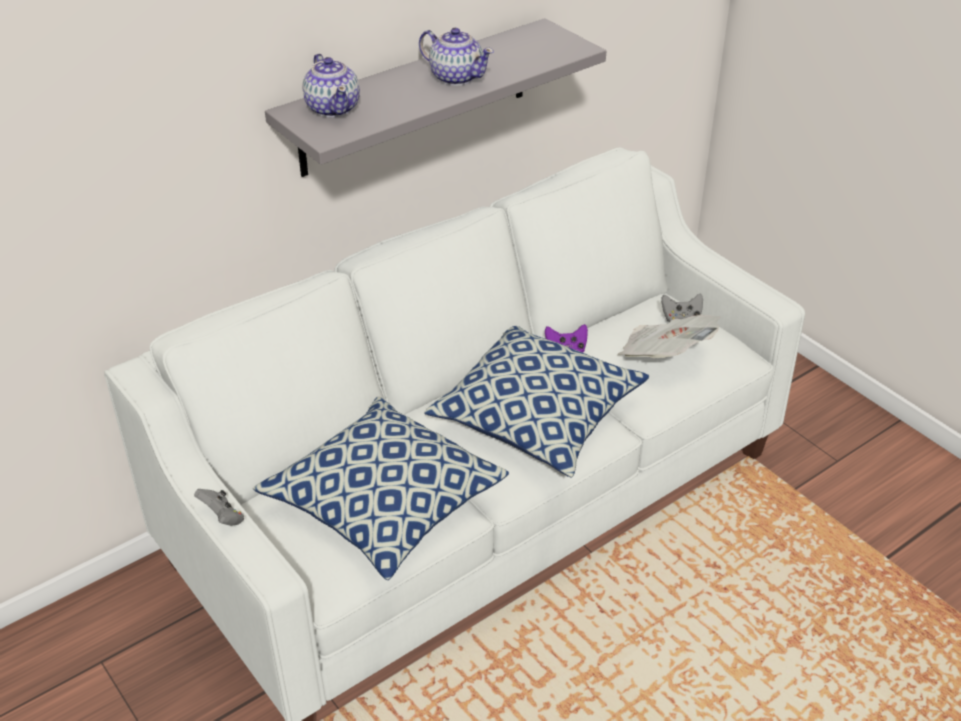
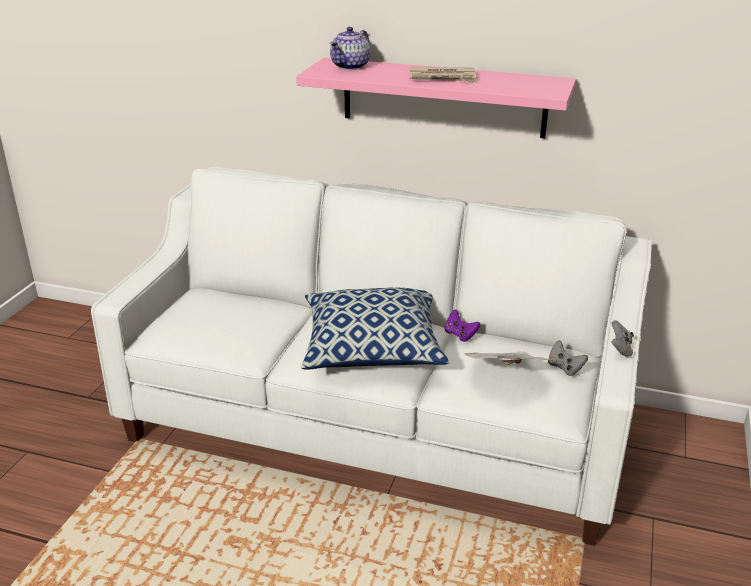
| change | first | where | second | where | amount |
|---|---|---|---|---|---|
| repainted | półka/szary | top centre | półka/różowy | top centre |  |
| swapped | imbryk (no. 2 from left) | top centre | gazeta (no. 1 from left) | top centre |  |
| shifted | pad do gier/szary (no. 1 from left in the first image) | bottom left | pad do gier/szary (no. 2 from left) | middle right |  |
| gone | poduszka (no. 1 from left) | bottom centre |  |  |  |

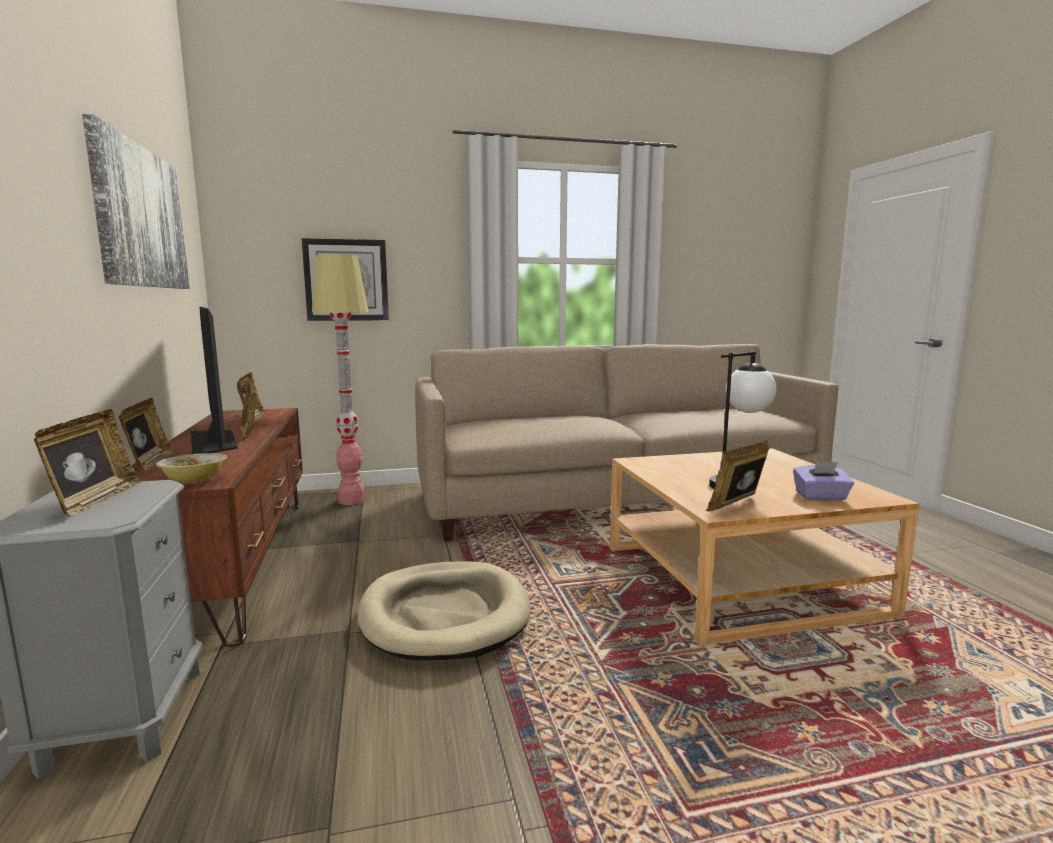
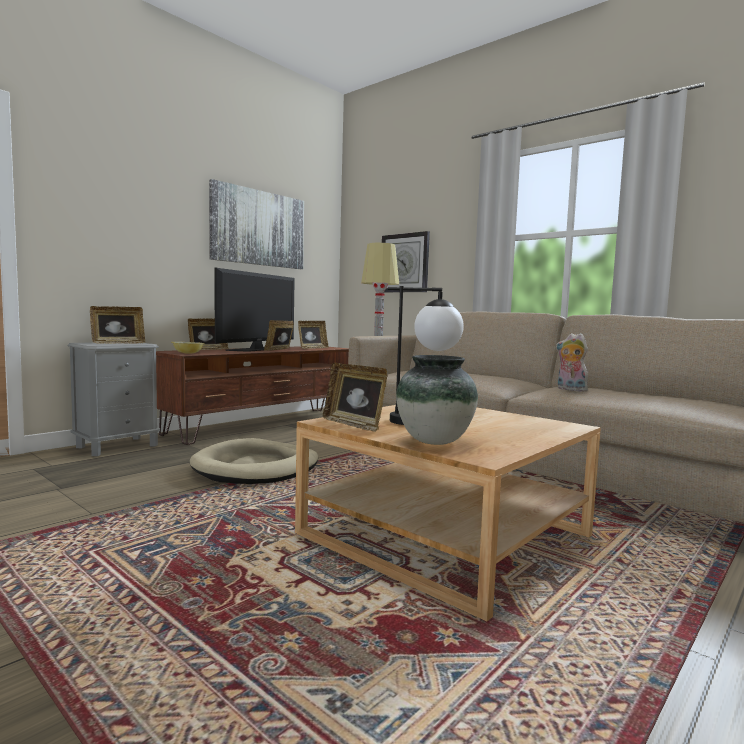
| change | first | where | second | where | amount |
|---|---|---|---|---|---|
| rotated | ramka na zdjęcie (no. 5 from left) | middle right |  | centre | 150 degrees counterclockwise |
| swapped | pudełko chusteczek/fioletowy | middle right | wazon | centre |  |
| new |  |  | pluszak | middle right |  |

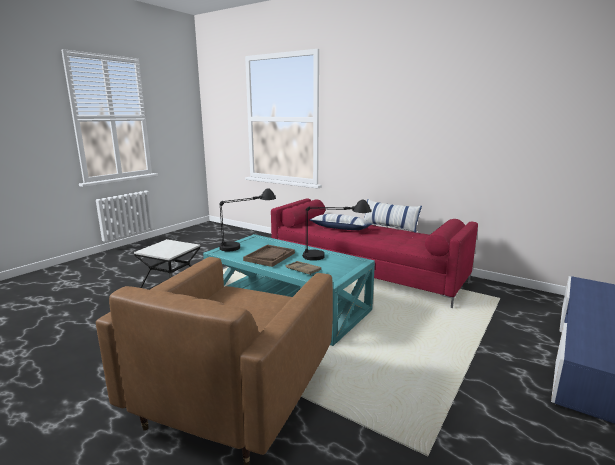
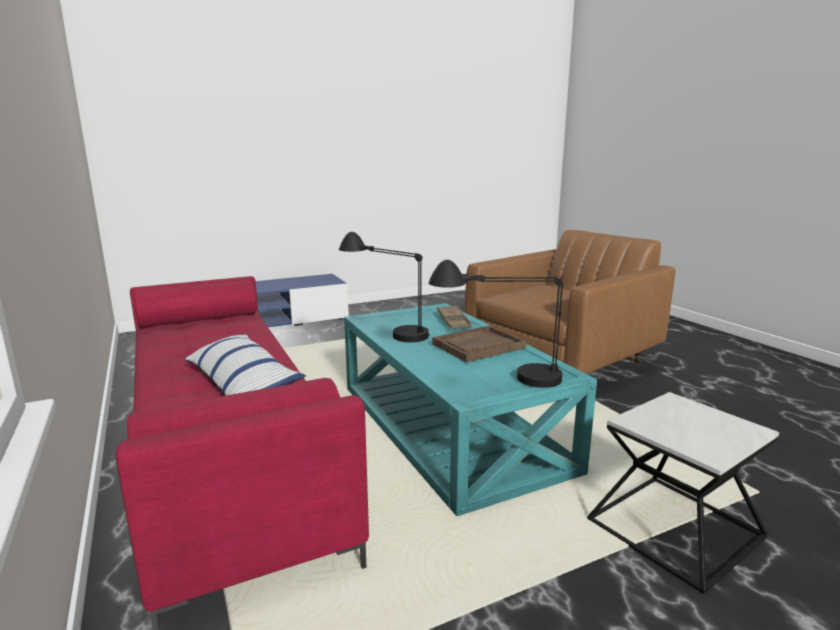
| change | first | where | second | where | amount |
|---|---|---|---|---|---|
| gone | poduszka (no. 2 from left) | centre |  |  |  |

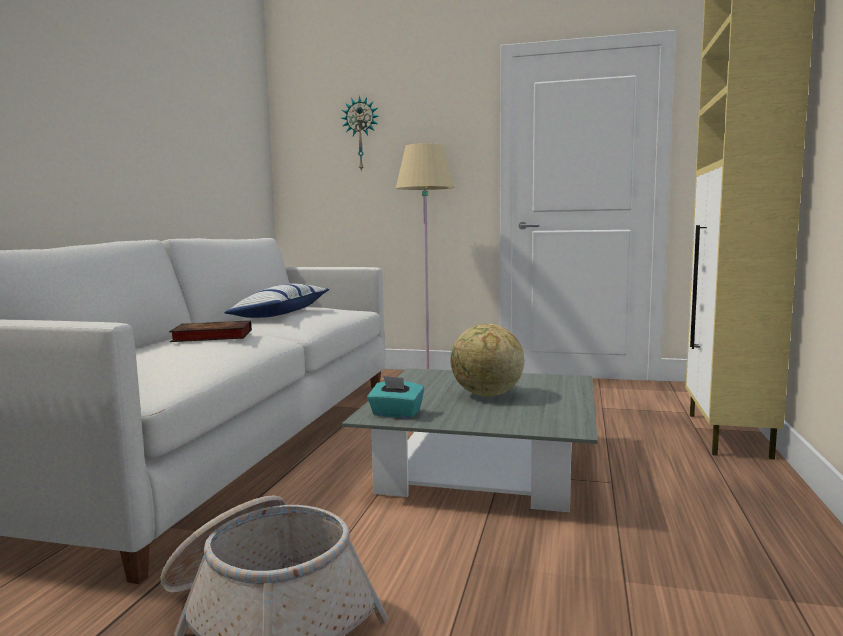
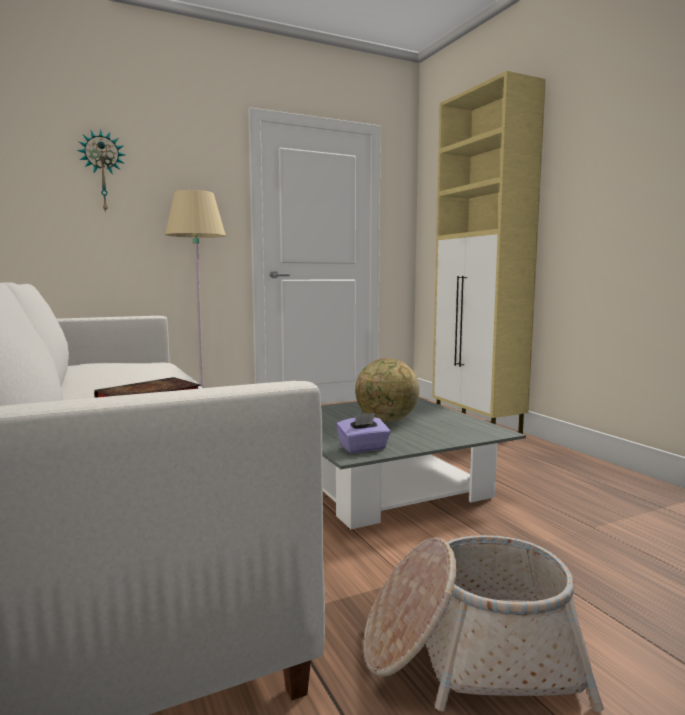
| change | first | where | second | where | amount |
|---|---|---|---|---|---|
| repainted | pudełko chusteczek/turkusowy | centre | pudełko chusteczek/fioletowy | centre |  |
| gone | poduszka | middle left |  |  |  |

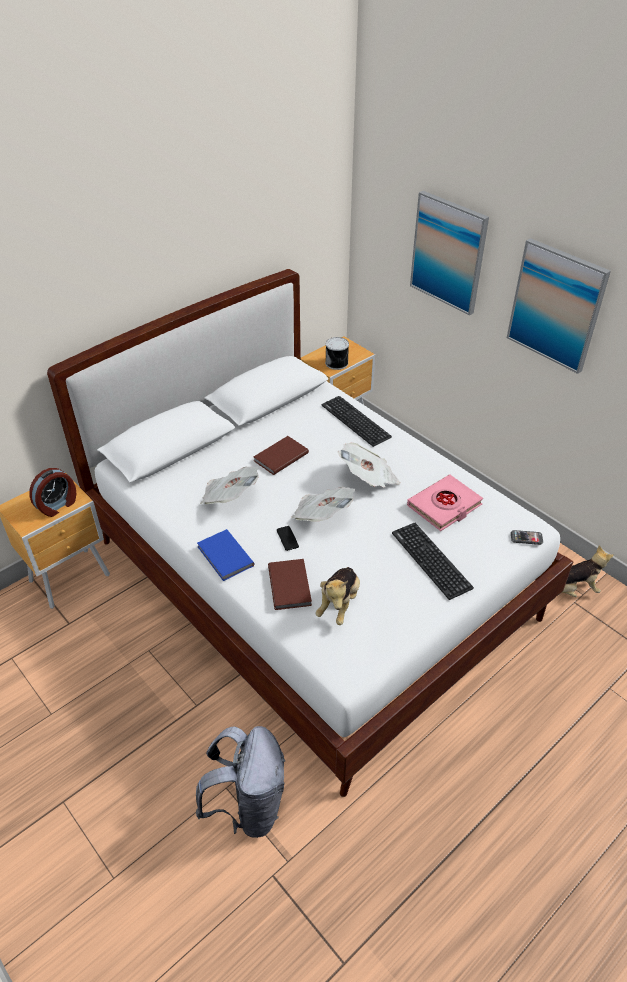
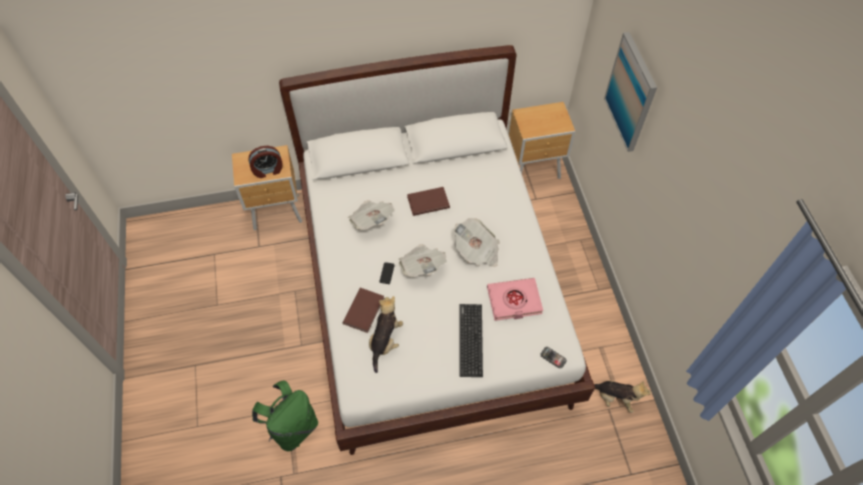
| change | first | where | second | where | amount |
|---|---|---|---|---|---|
| repainted | plecak/szary | bottom centre | plecak/zielony | bottom left |  |
| rotated | pluszak (no. 1 from left) | centre |  | bottom centre | 150 degrees clockwise |
| gone | książka/niebieski | centre |  |  |  |
| gone | klawiatura (no. 1 from left) | centre |  |  |  |
| gone | puszka | centre |  |  |  |
| gone | obraz (no. 2 from left) | top right |  |  |  |

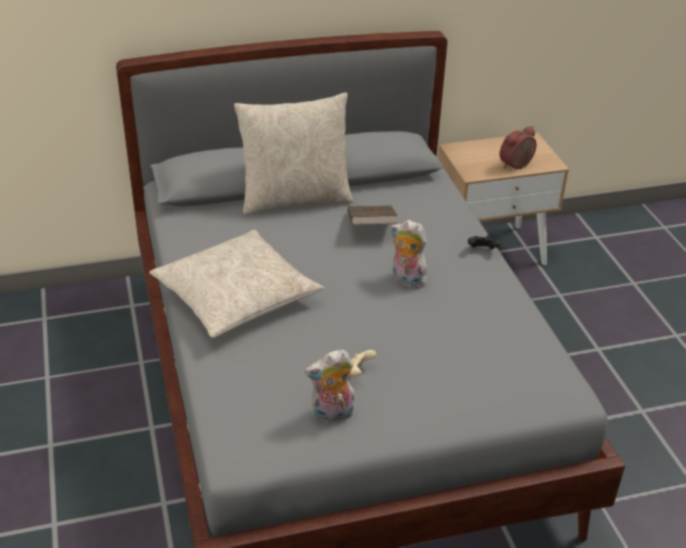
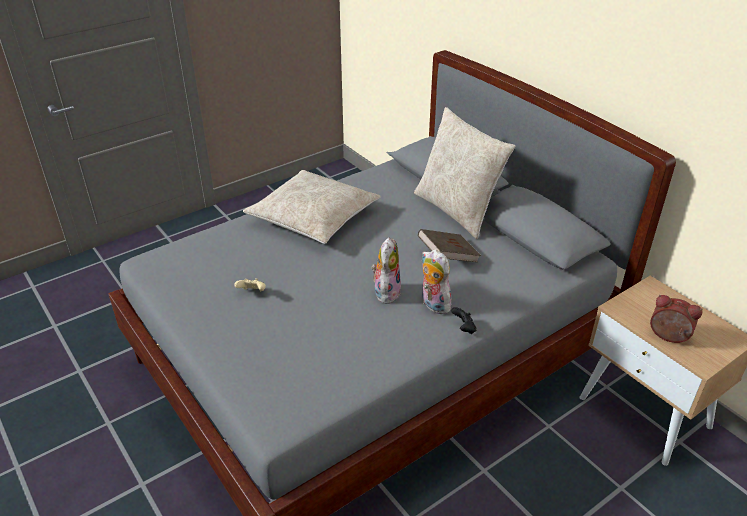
| change | first | where | second | where | amount |
|---|---|---|---|---|---|
| shifted | pluszak (no. 1 from left in the first image) | bottom centre | pluszak (no. 2 from left) | centre |  |

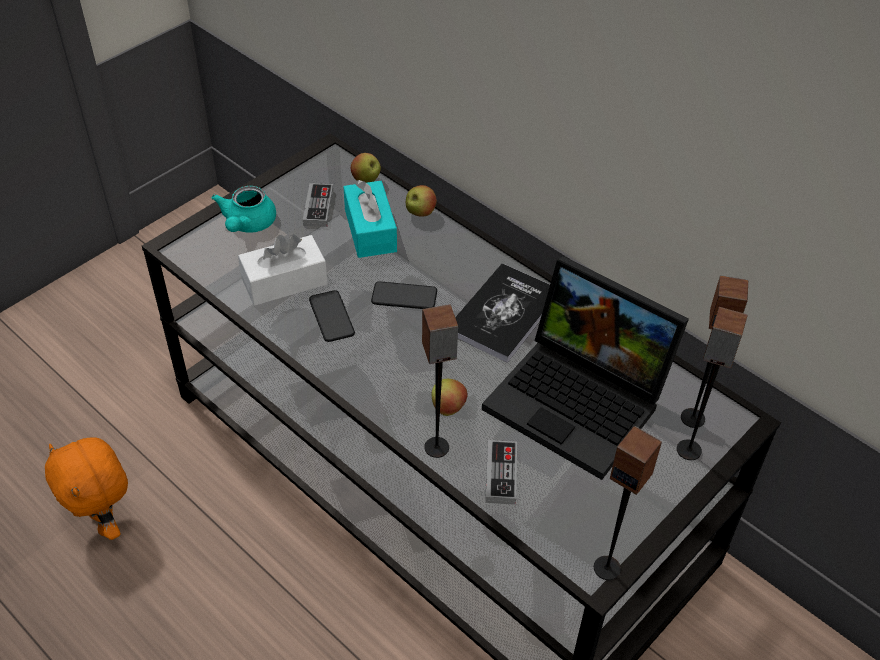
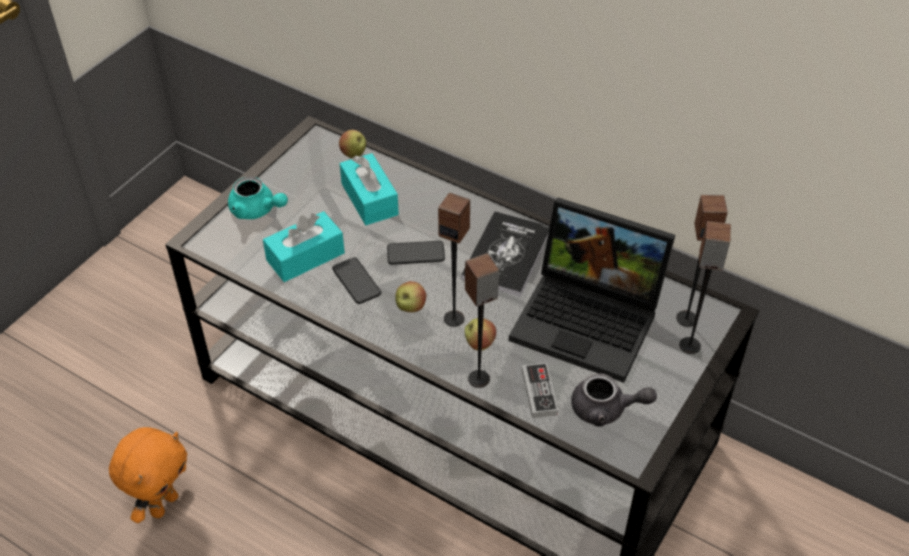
| change | first | where | second | where | amount |
|---|---|---|---|---|---|
| rotated | pluszak/pomarańczowy | bottom left |  | bottom left | 105 degrees counterclockwise |
| rotated | imbryk/turkusowy | top left |  | middle left | 60 degrees counterclockwise |
| repainted | pudełko chusteczek/biały | middle left | pudełko chusteczek/turkusowy (no. 1 from left) | centre |  |
| shifted | jabłko (no. 2 from left) | top centre |  | centre |  |
| shifted | głośnik (no. 2 from left in the first image) | bottom right | głośnik (no. 1 from left) | centre |  |
| new |  |  | imbryk/szary | bottom right |  |
| gone | pad do gier (no. 1 from left) | top centre |  |  |  |

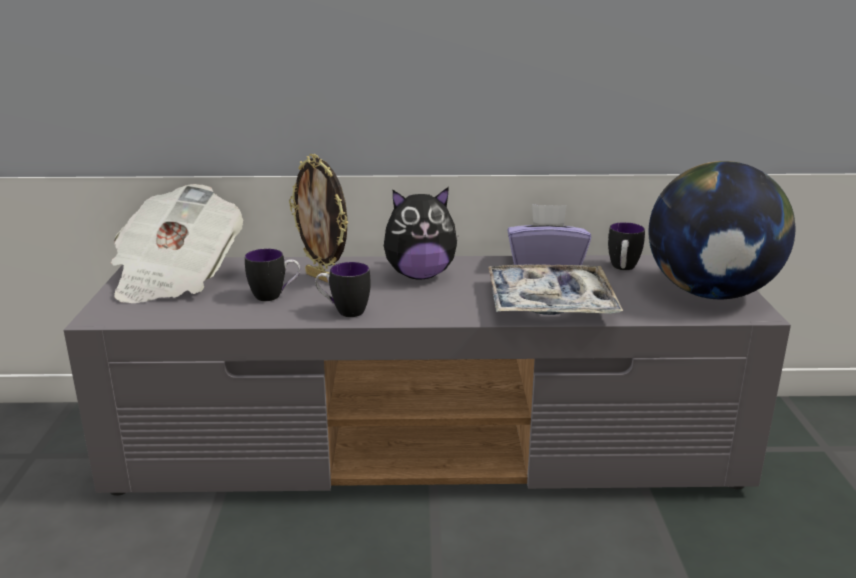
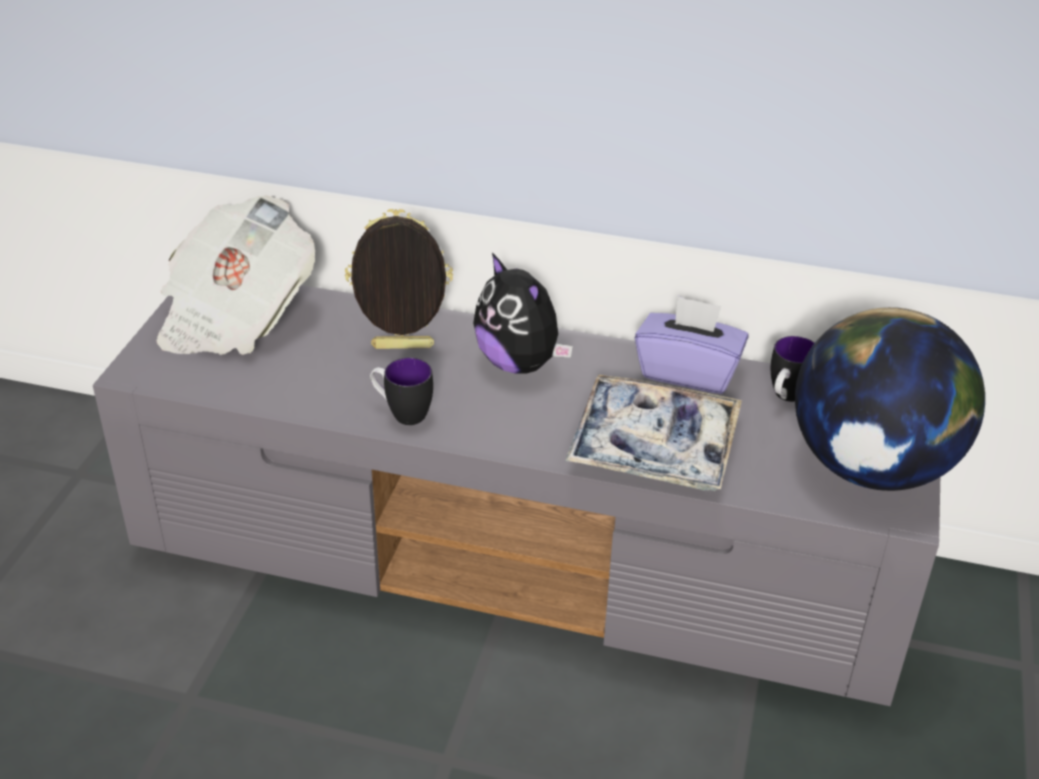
| change | first | where | second | where | amount |
|---|---|---|---|---|---|
| rotated | ramka na zdjęcie | centre |  | centre | 120 degrees clockwise |
| rotated | pluszak | centre |  | centre | 45 degrees clockwise |
| gone | kubek (no. 1 from left) | middle left |  |  |  |

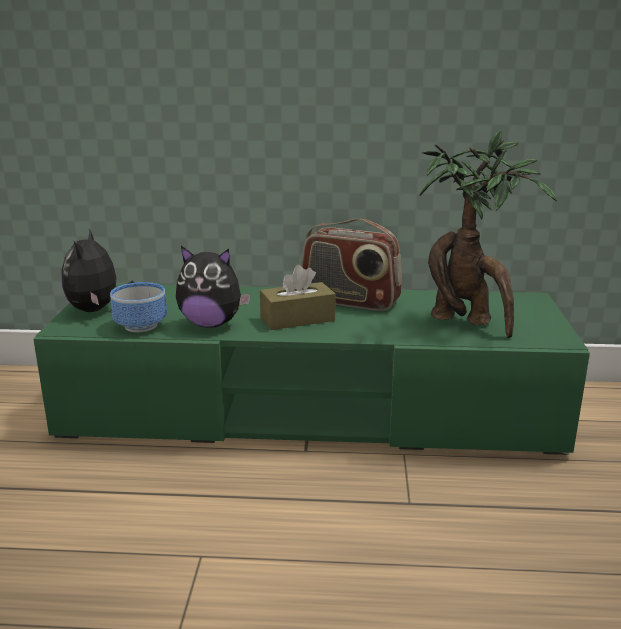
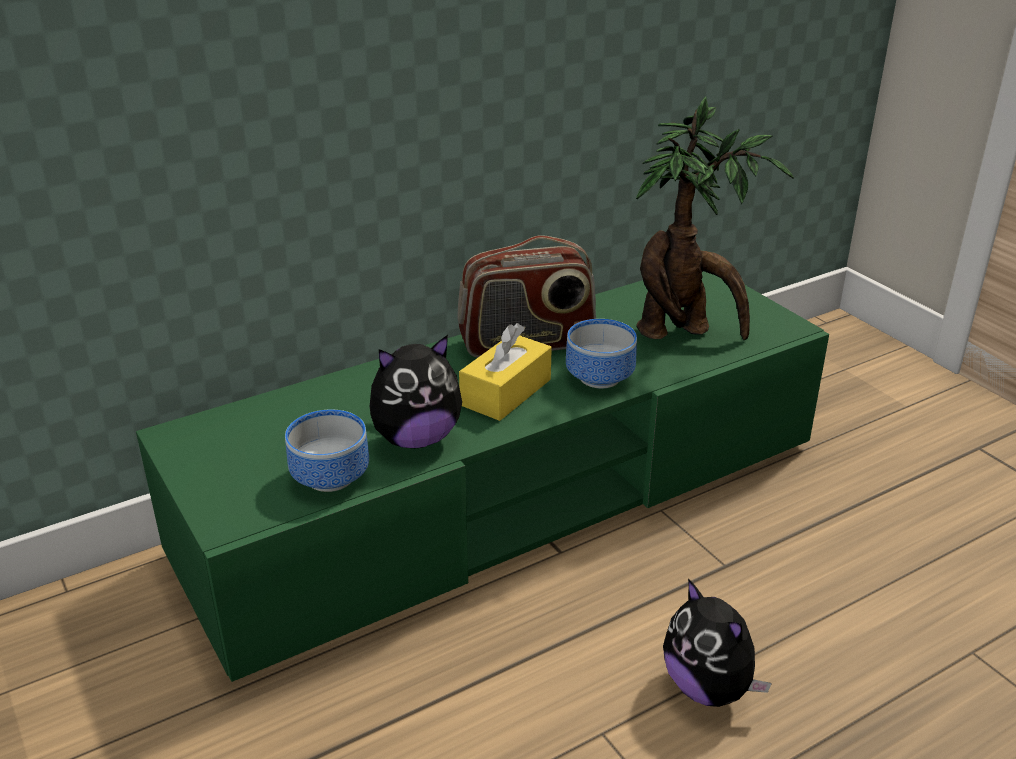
| change | first | where | second | where | amount |
|---|---|---|---|---|---|
| repainted | pudełko chusteczek/brązowy | centre | pudełko chusteczek/żółty | centre |  |
| new |  |  | miska (no. 2 from left) | centre |  |
| shifted | pluszak (no. 1 from left in the first image) | middle left | pluszak (no. 2 from left) | bottom right |  |

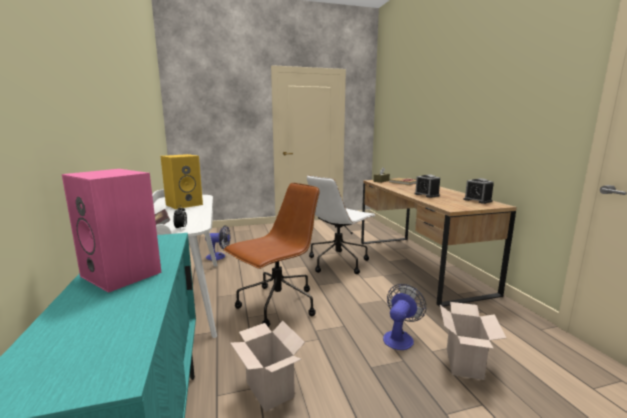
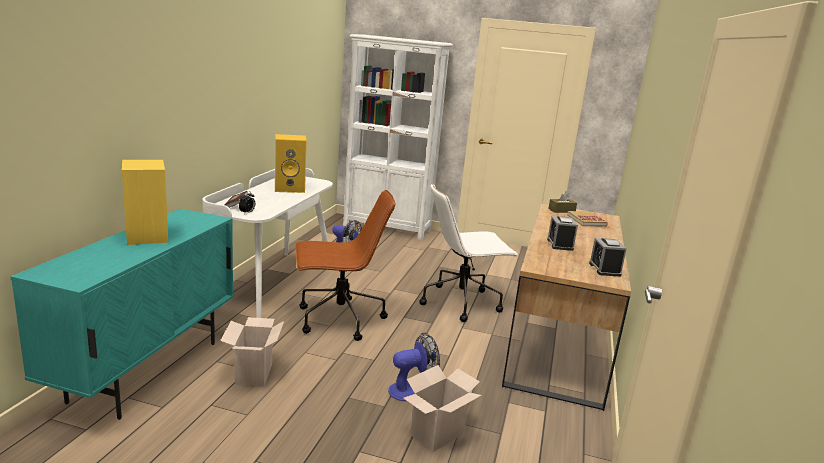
| change | first | where | second | where | amount |
|---|---|---|---|---|---|
| repainted | głośnik/różowy | middle left | głośnik/żółty (no. 1 from left) | middle left |  |
| new |  |  | regał/biały | top centre |  |

